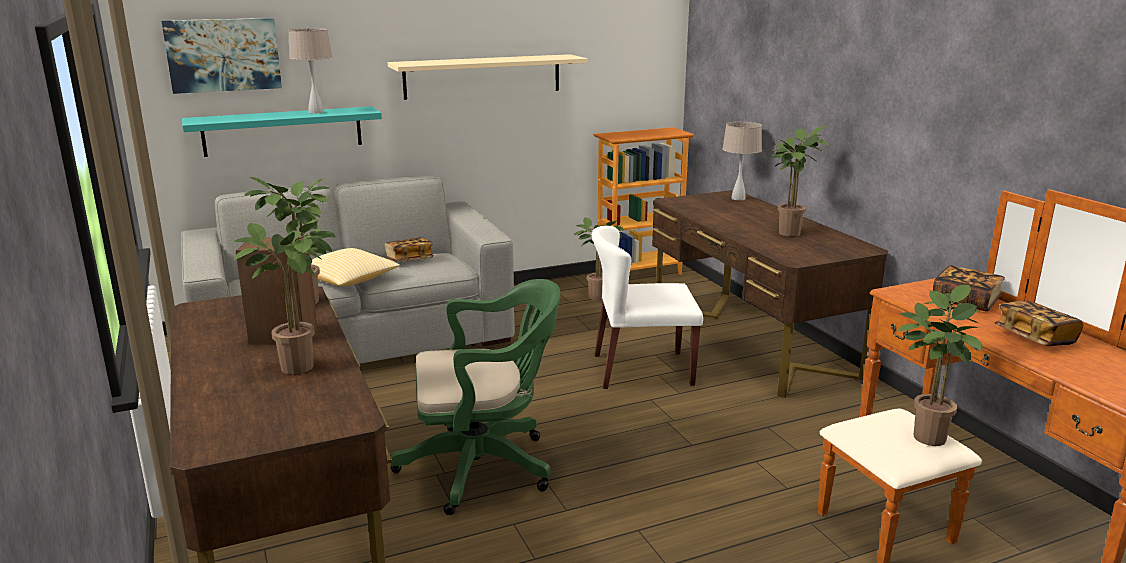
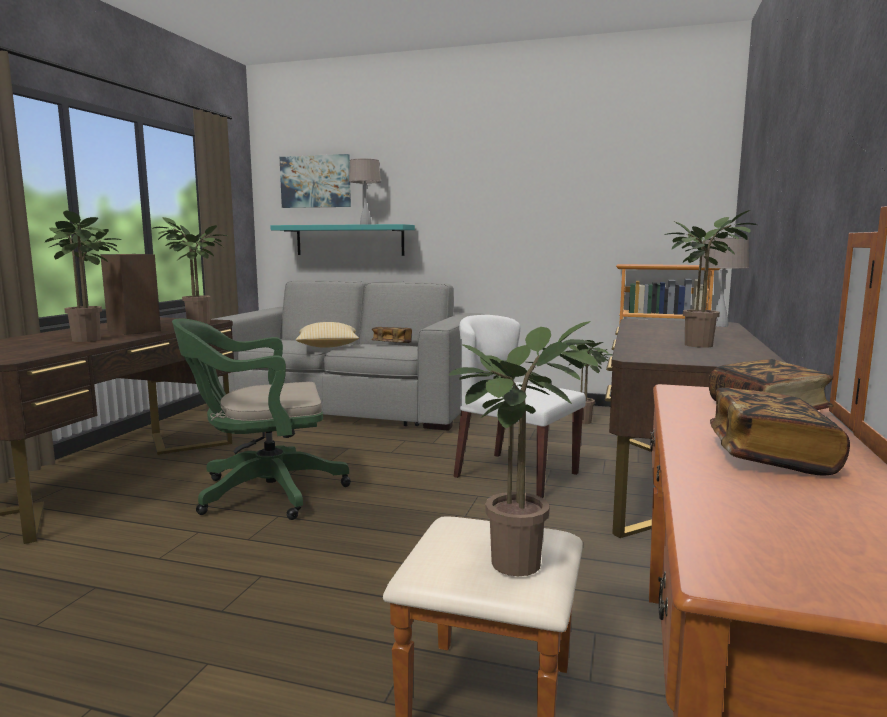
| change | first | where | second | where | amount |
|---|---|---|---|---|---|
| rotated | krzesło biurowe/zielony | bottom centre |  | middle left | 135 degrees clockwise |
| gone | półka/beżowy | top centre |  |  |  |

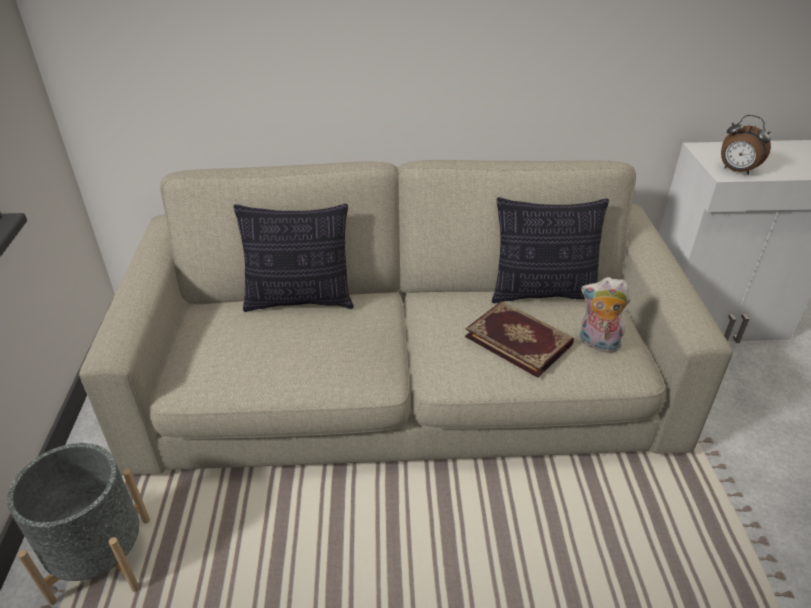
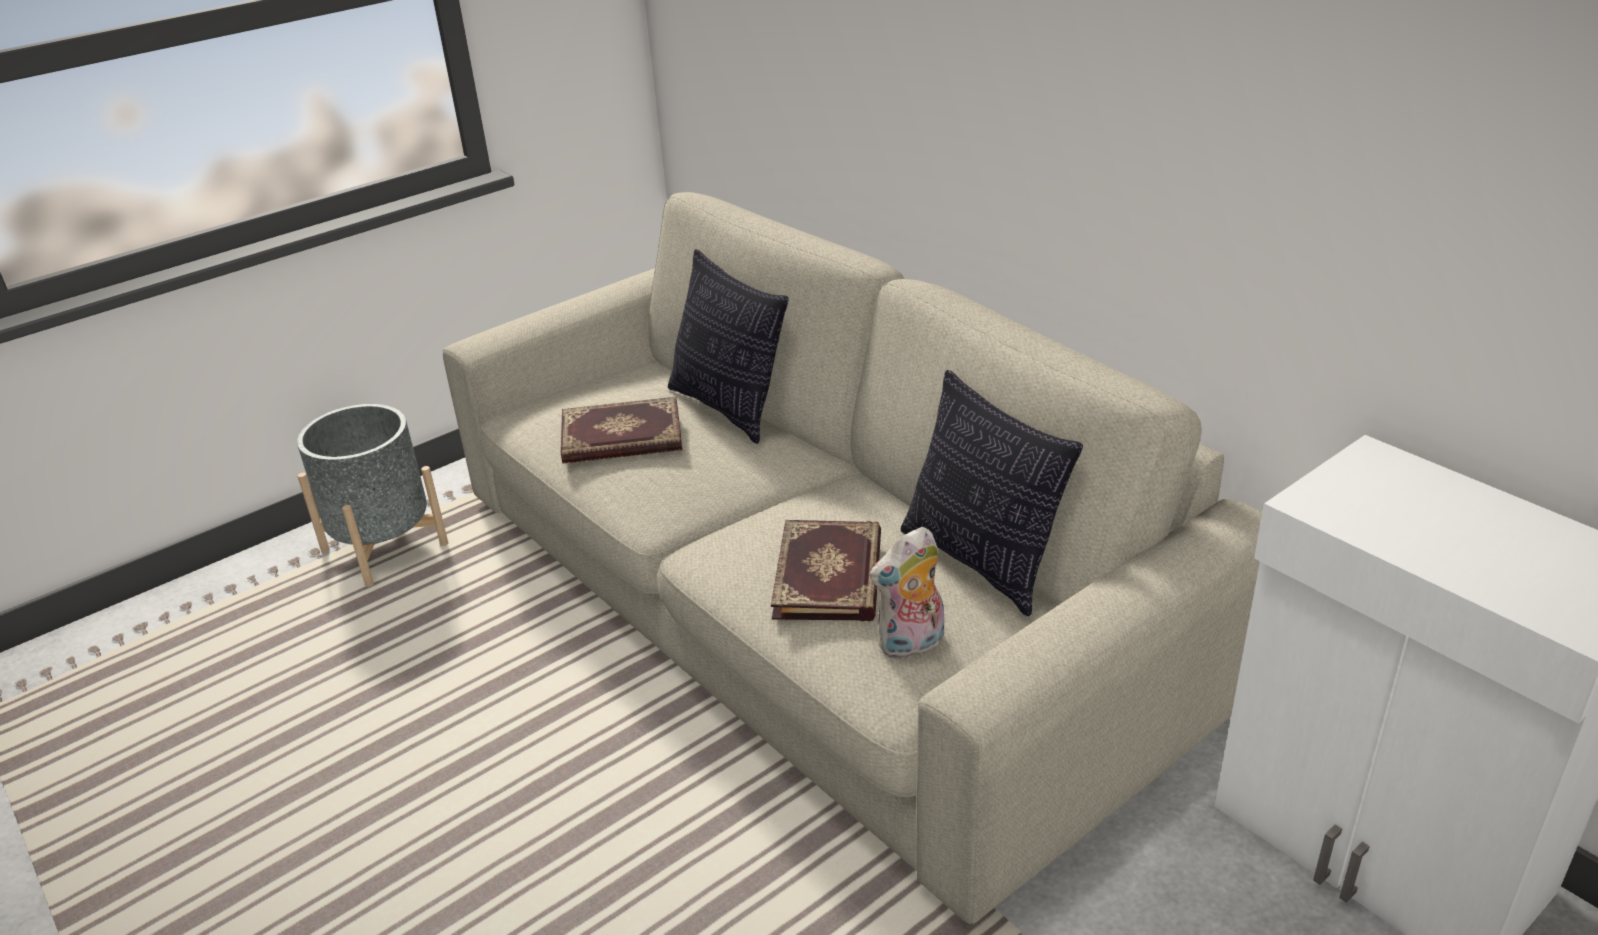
| change | first | where | second | where | amount |
|---|---|---|---|---|---|
| new |  |  | książka (no. 1 from left) | centre |  |
| rotated | pluszak | middle right |  | centre | 105 degrees counterclockwise |
| gone | budzik | top right |  |  |  |

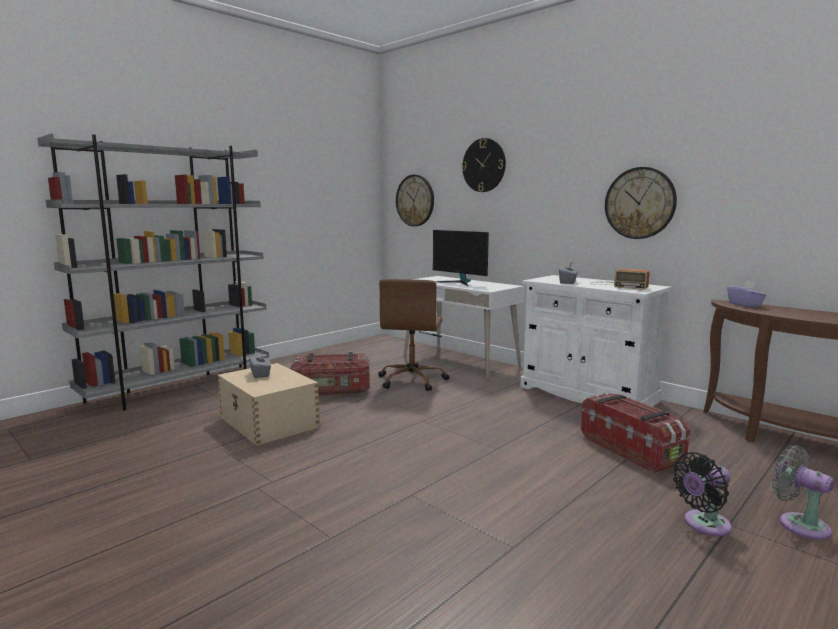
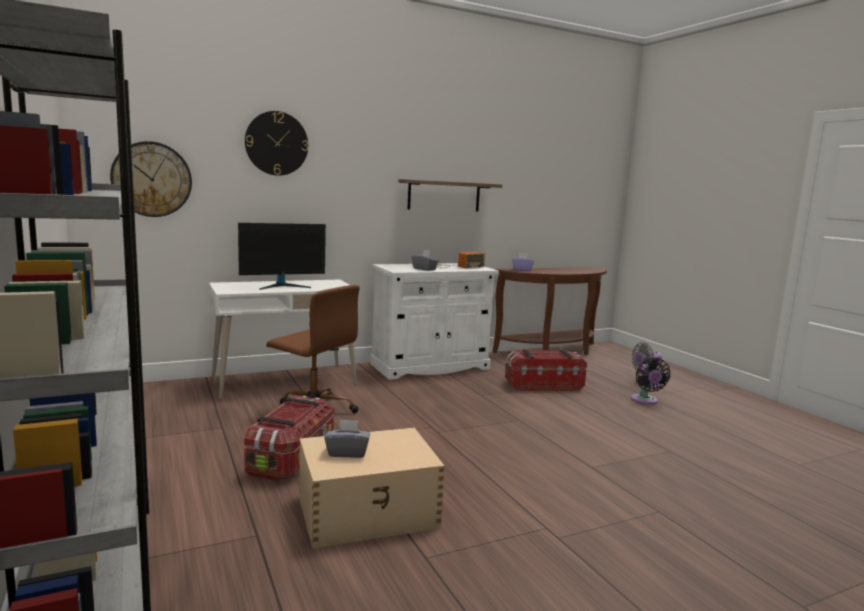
| change | first | where | second | where | amount |
|---|---|---|---|---|---|
| swapped | zegar ścienny (no. 3 from left) | top right | półka | top centre |  |

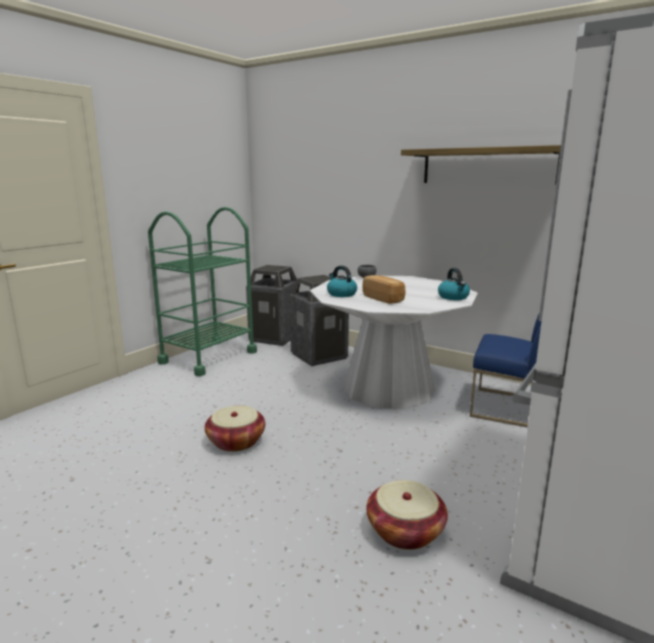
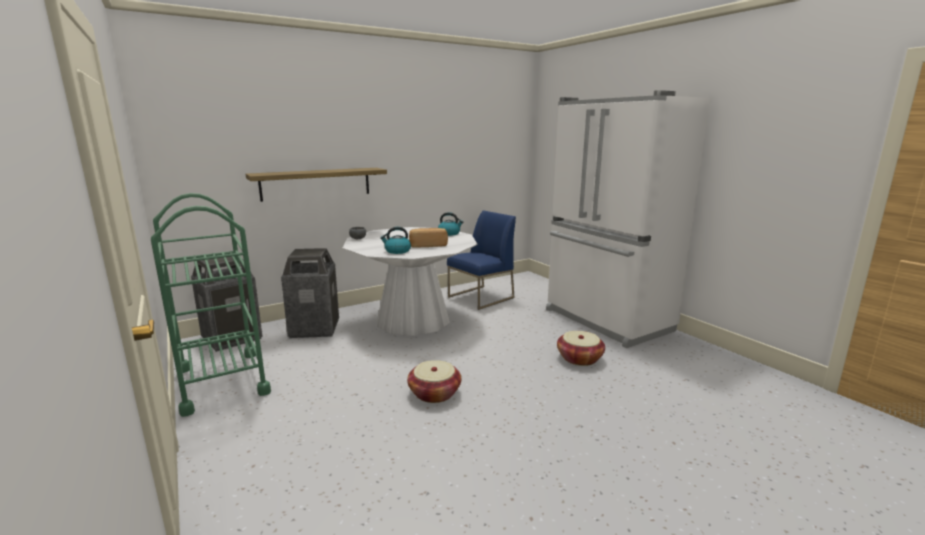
| change | first | where | second | where | amount |
|---|---|---|---|---|---|
| shifted | półka | top right |  | centre |  |

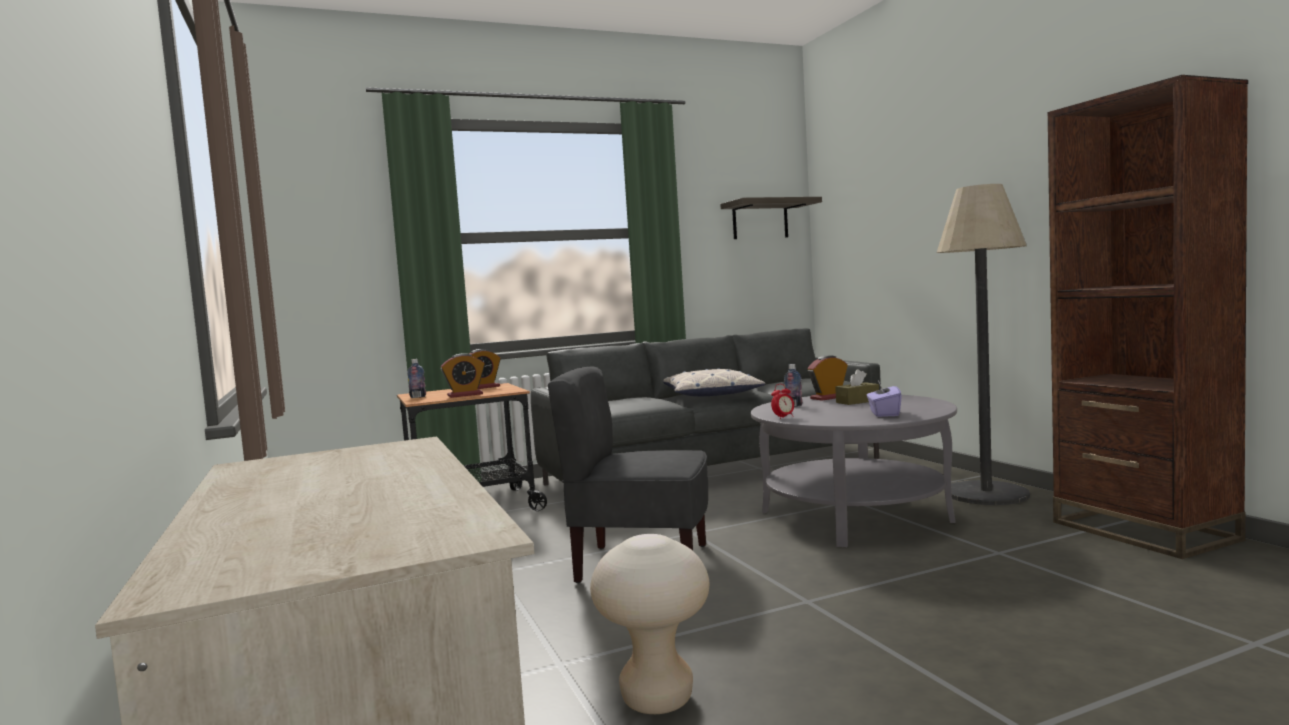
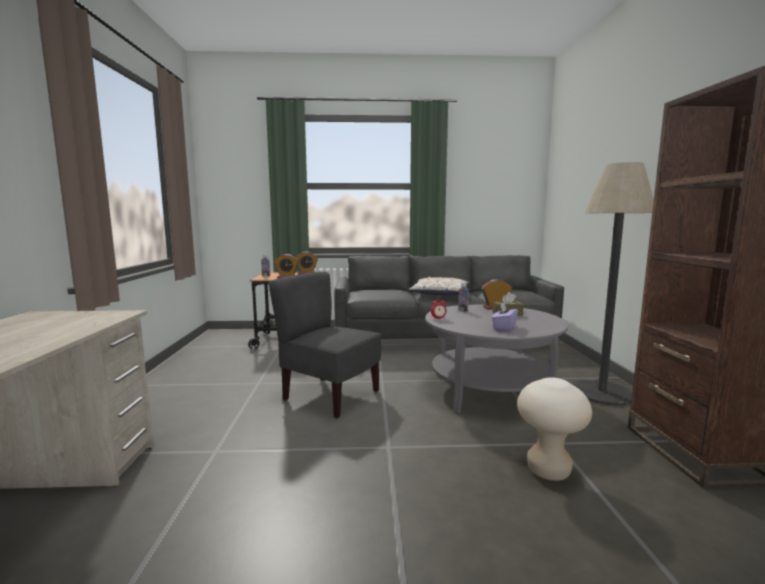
| change | first | where | second | where | amount |
|---|---|---|---|---|---|
| shifted | stołek/beżowy | bottom centre |  | bottom right |  |
| gone | półka | top centre |  |  |  |

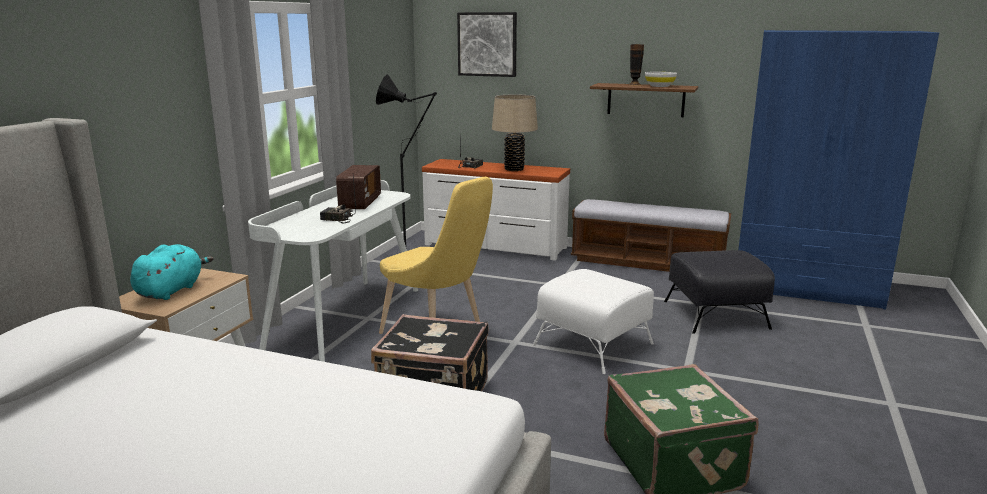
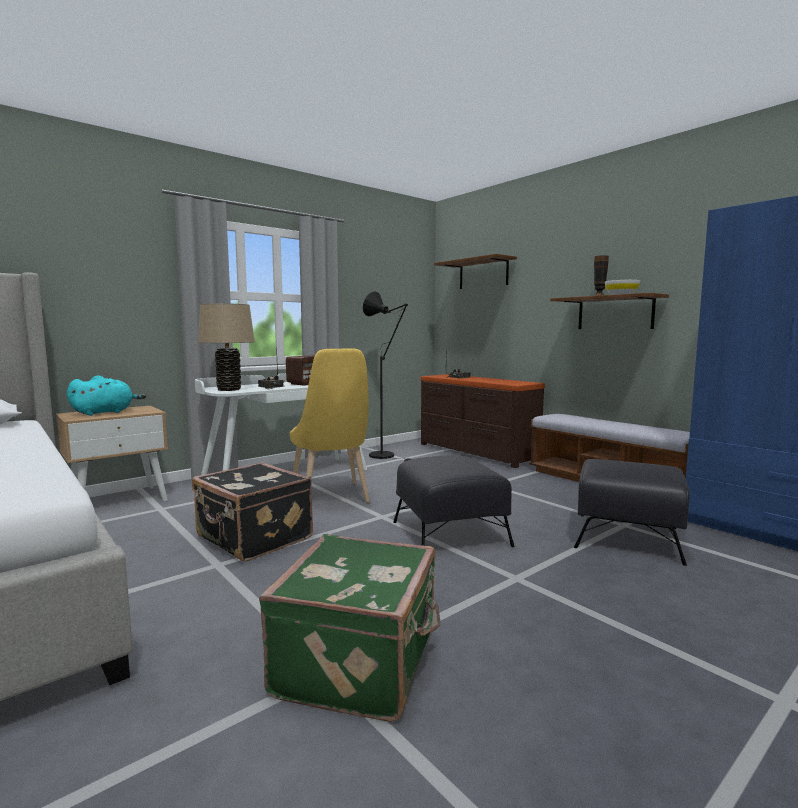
| change | first | where | second | where | amount |
|---|---|---|---|---|---|
| shifted | lampa stołowa/beżowy | top centre |  | middle left |  |
| repainted | pufa/biały | centre | pufa/czarny (no. 1 from left) | centre |  |
| repainted | komoda/biały | centre | komoda/brązowy | centre |  |
| swapped | obraz | top centre | półka/brązowy (no. 1 from left) | centre |  |

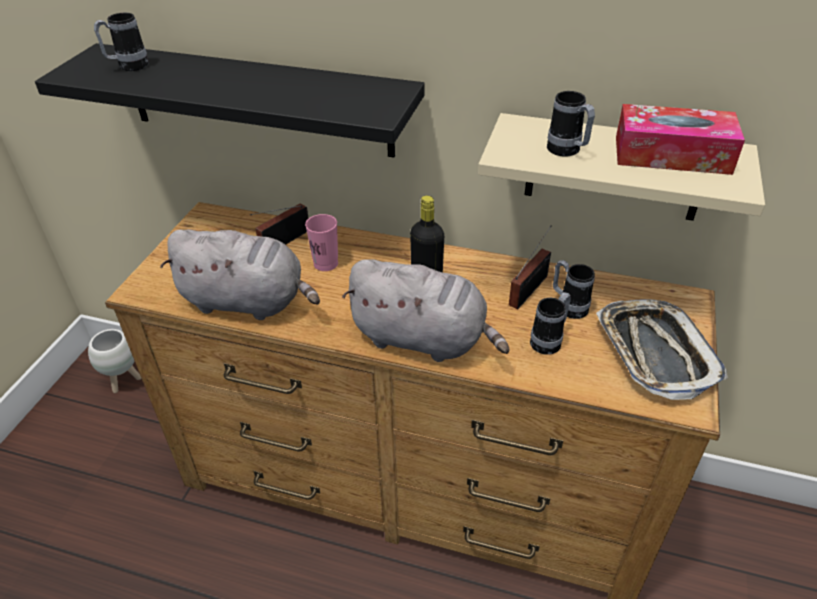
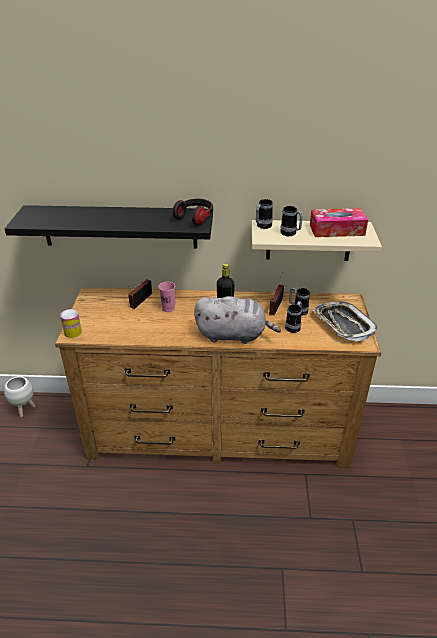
| change | first | where | second | where | amount |
|---|---|---|---|---|---|
| new |  |  | puszka | middle left |  |
| new |  |  | słuchawki | top centre |  |
| shifted | kubek (no. 1 from left) | top left |  | centre |  |
| gone | pluszak/szary (no. 1 from left) | middle left |  |  |  |

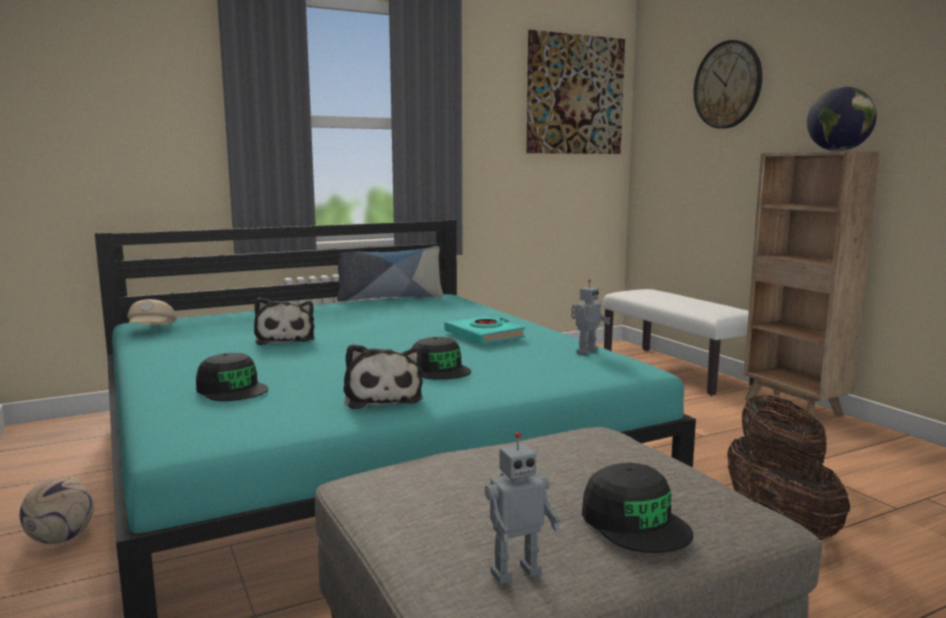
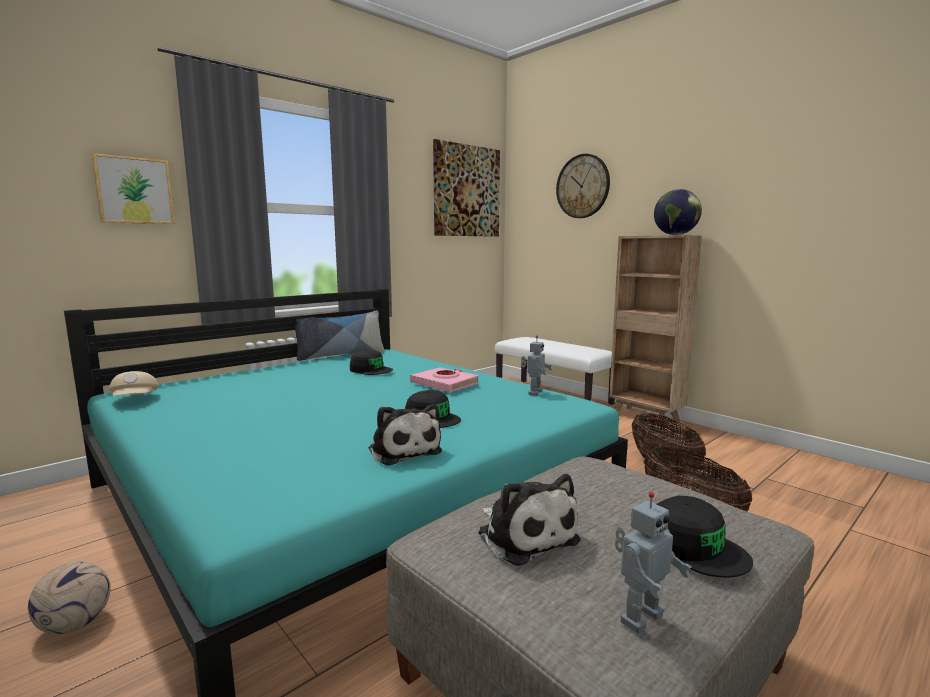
| change | first | where | second | where | amount |
|---|---|---|---|---|---|
| new |  |  | obraz (no. 1 from left) | top left |  |
| shifted | czapka z daszkiem/czarny (no. 1 from left) | middle left |  | centre |  |
| repainted | książka/turkusowy | centre | książka/różowy | centre |  |
| shifted | pluszak (no. 1 from left in the first image) | middle left | pluszak (no. 2 from left) | bottom centre |  |

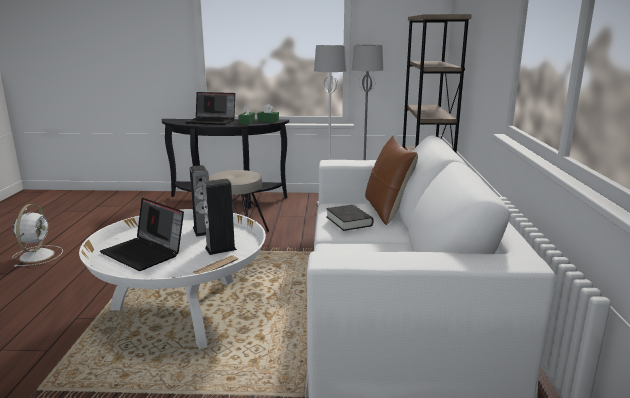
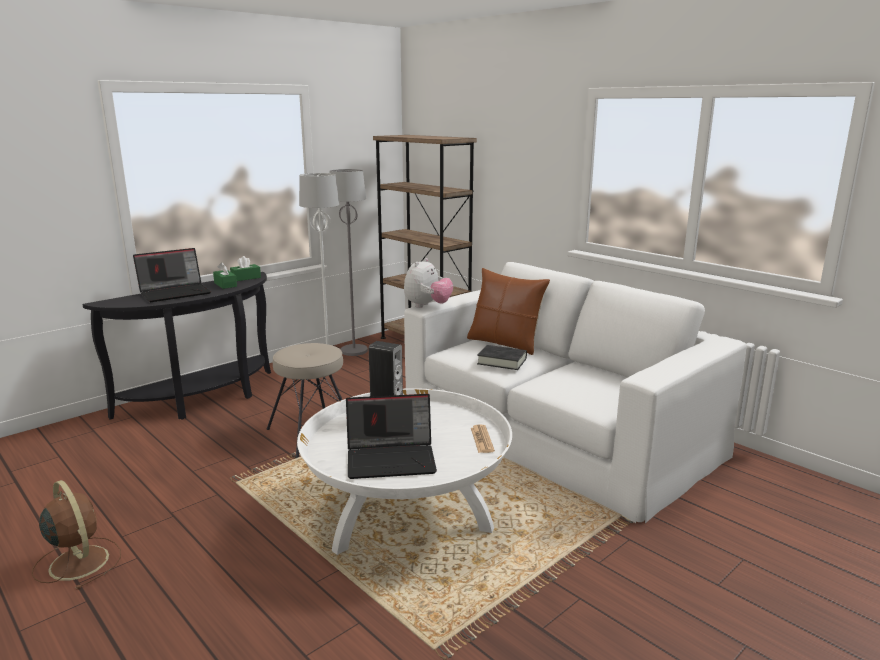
| change | first | where | second | where | amount |
|---|---|---|---|---|---|
| repainted | wentylator/biały | middle left | wentylator/brązowy | bottom left |  |
| new |  |  | pluszak | centre |  |
| gone | głośnik (no. 2 from left) | centre |  |  |  |

